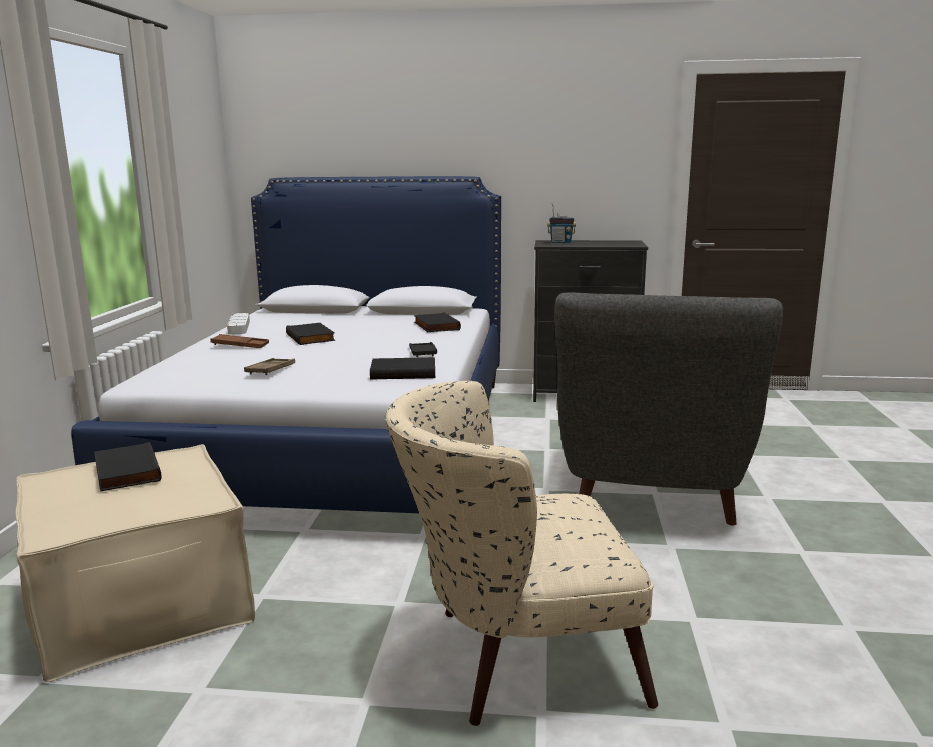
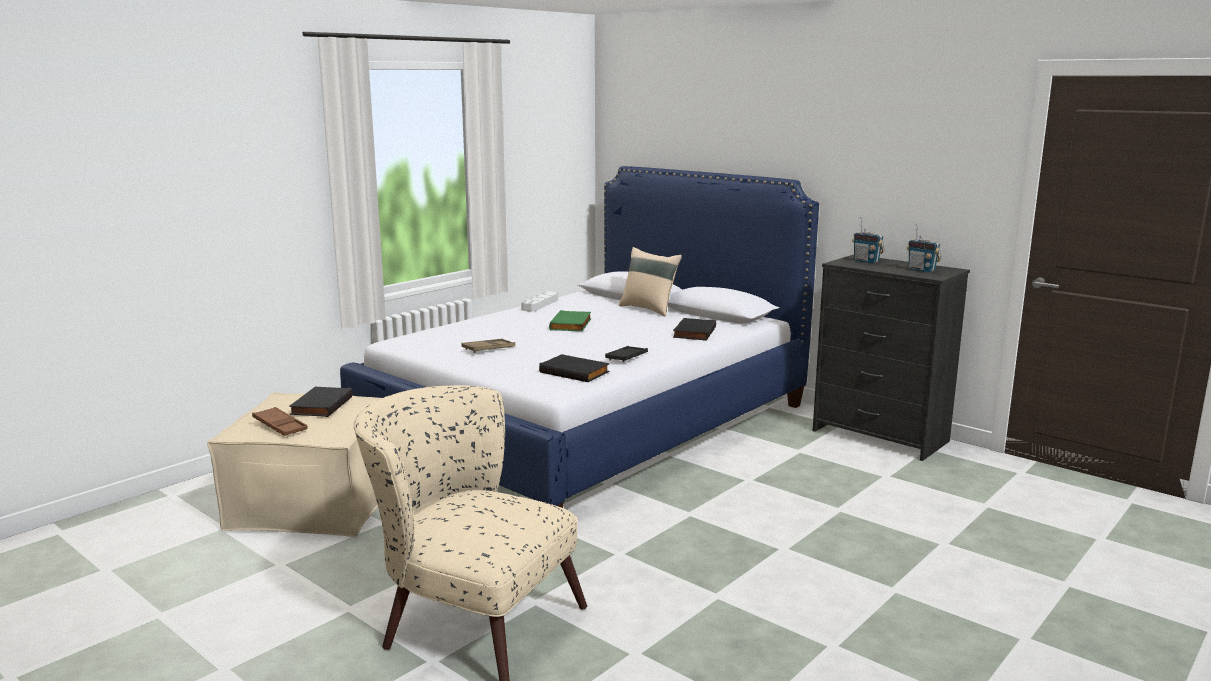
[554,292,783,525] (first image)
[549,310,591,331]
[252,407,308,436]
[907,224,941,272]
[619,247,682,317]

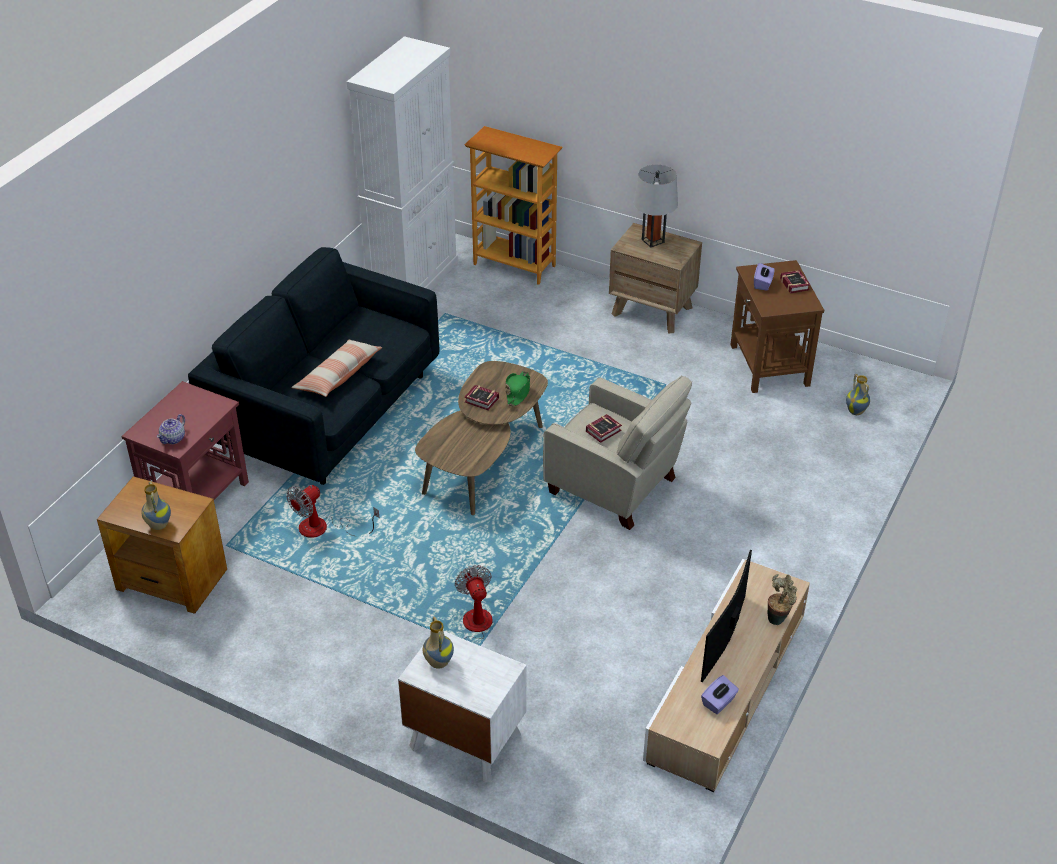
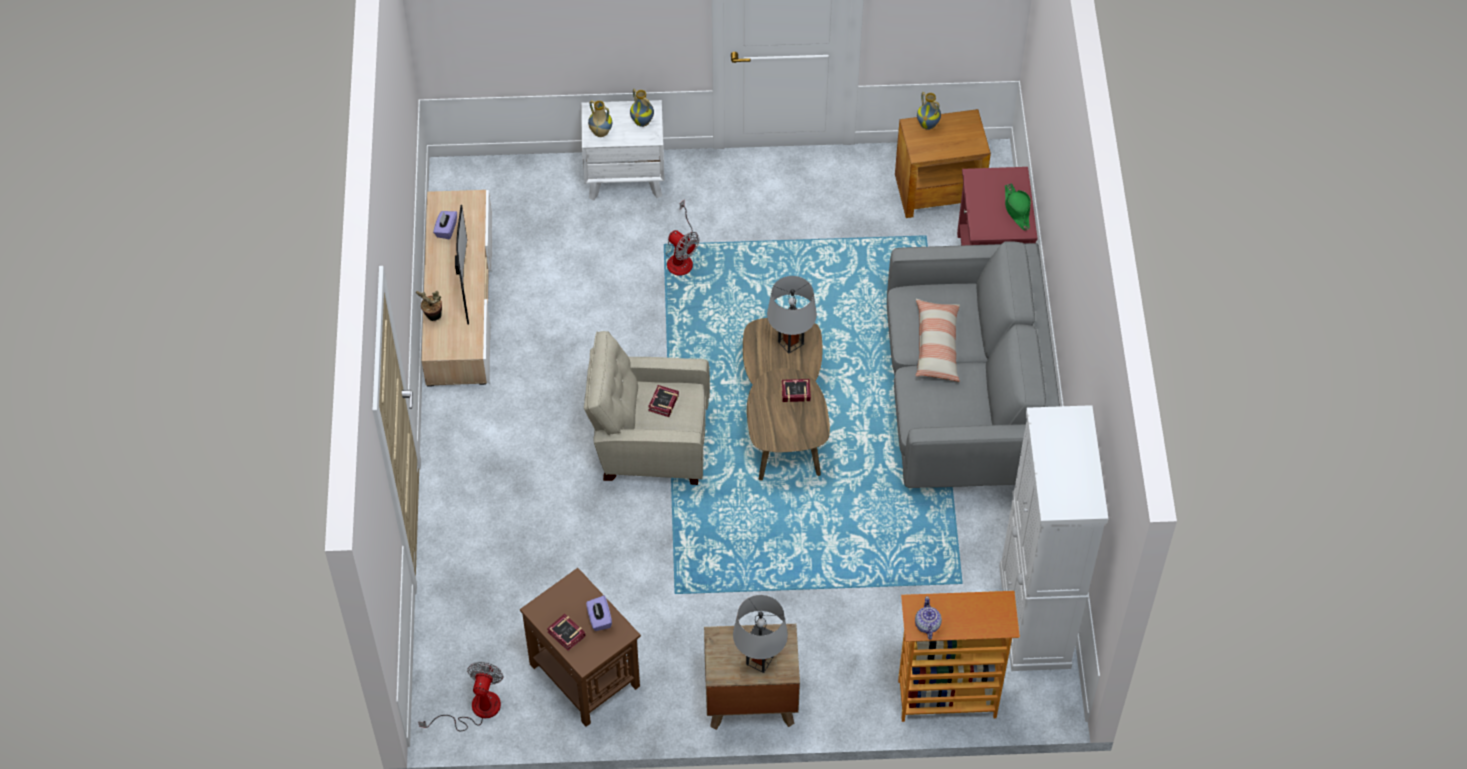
[887,241,1060,488]
[1005,183,1031,231]
[588,101,612,137]
[915,596,942,640]
[418,662,504,731]
[767,276,817,353]

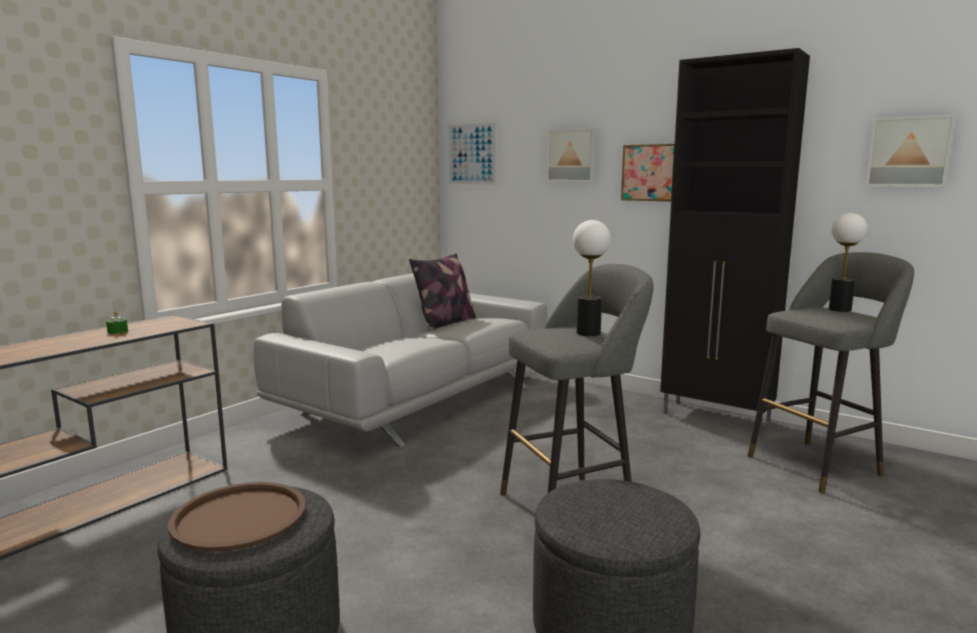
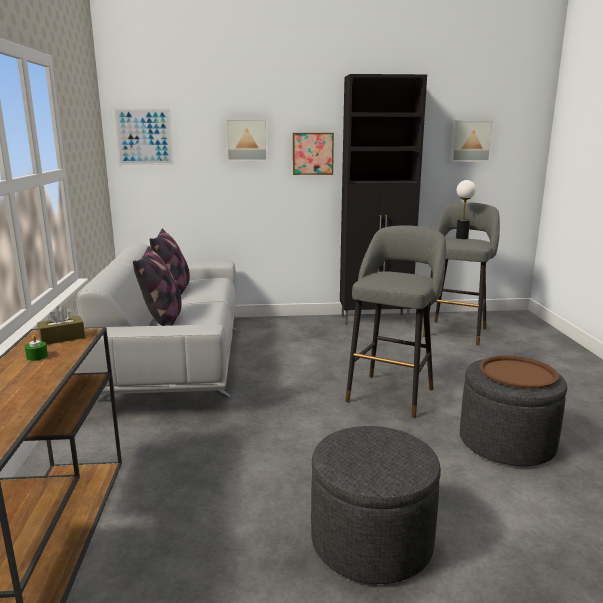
[573,220,610,336] (first image)
[479,355,559,389]
[133,246,182,326]
[37,306,85,345]

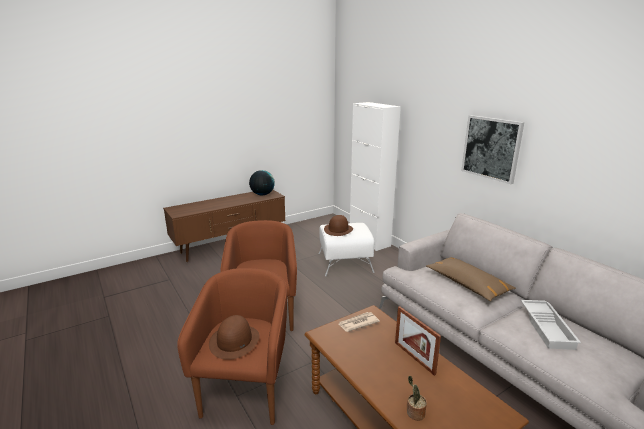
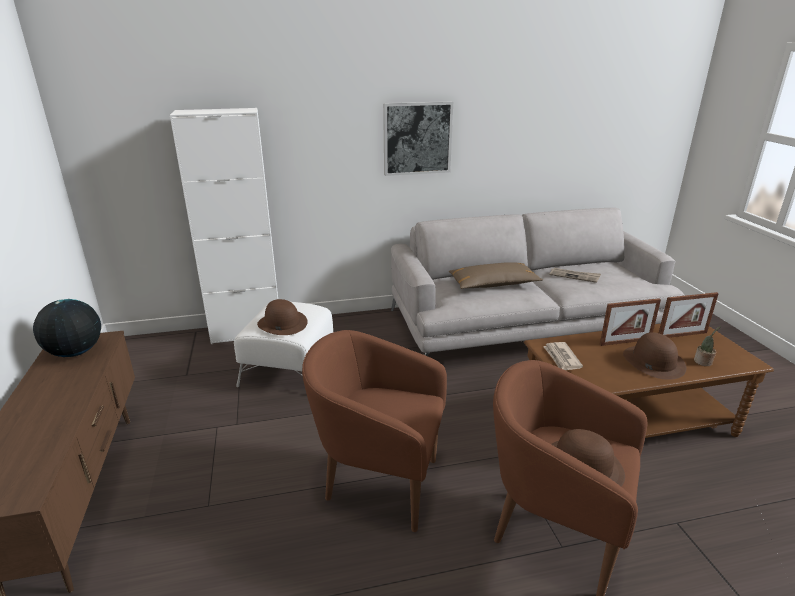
[549,268,601,283]
[659,292,719,338]
[623,332,686,380]

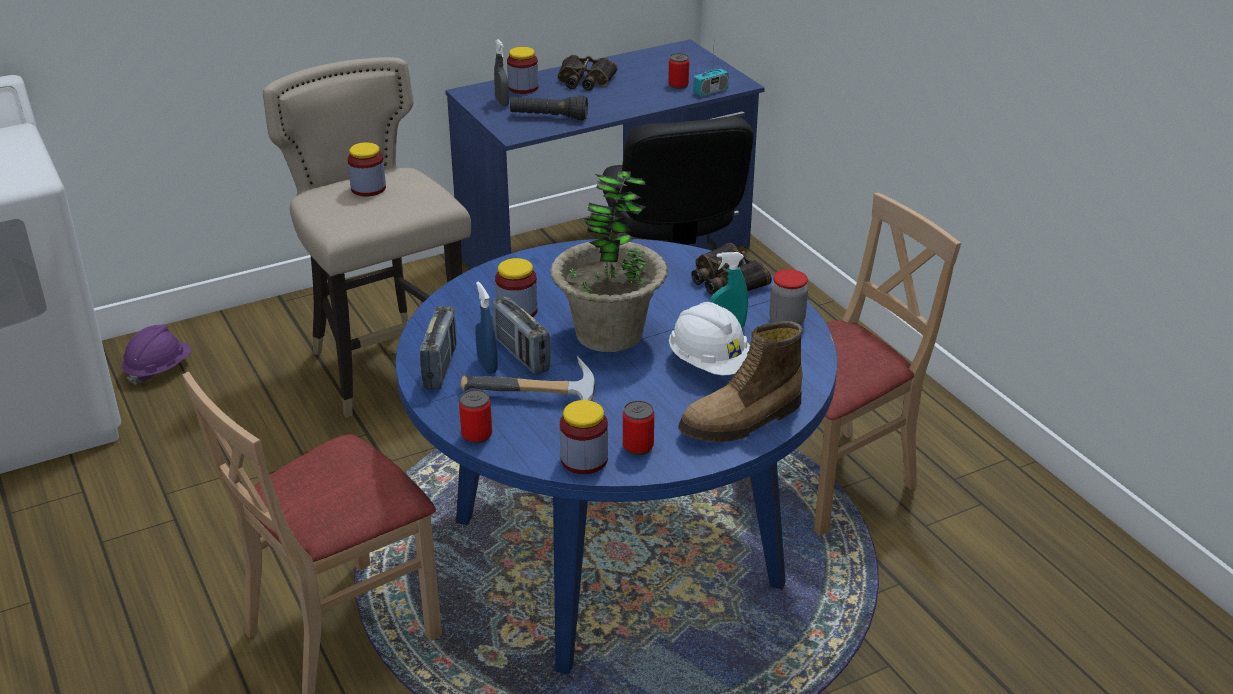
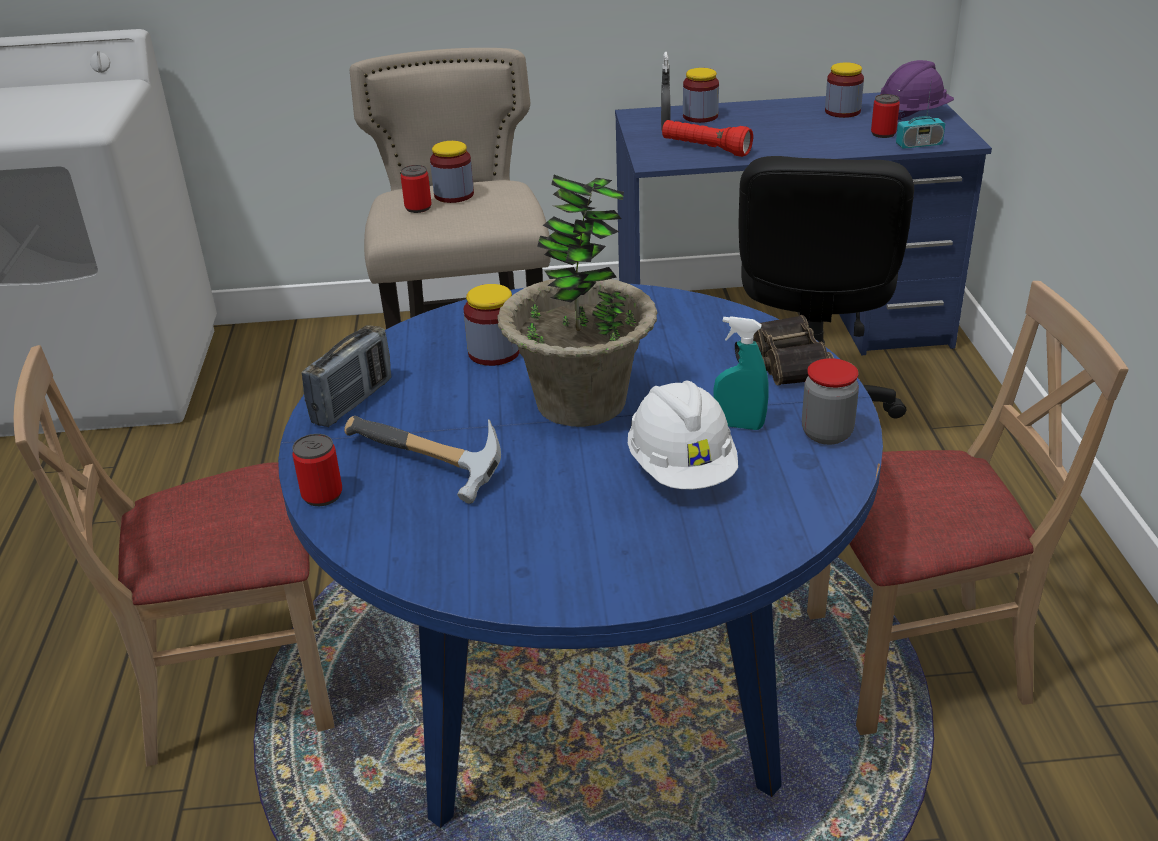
[557,55,617,91] (first image)
[662,120,753,157]
[475,281,498,374] (first image)
[493,296,551,375] (first image)
[678,321,803,442] (first image)
[880,60,954,120]
[825,63,864,118]
[401,165,432,213]

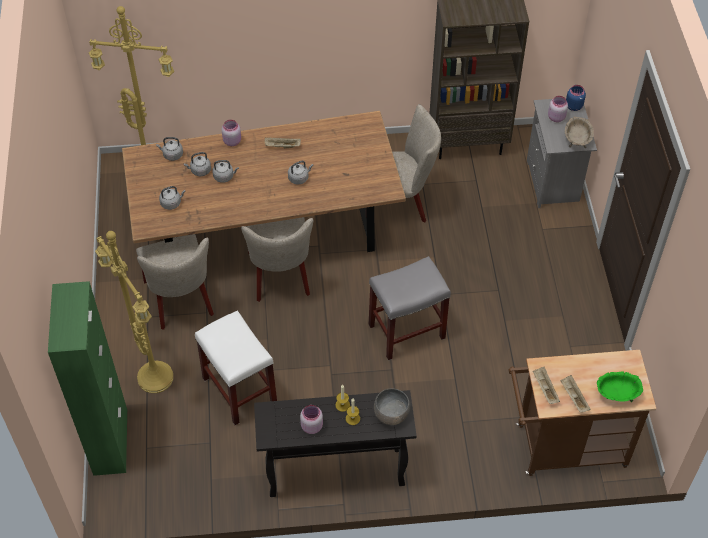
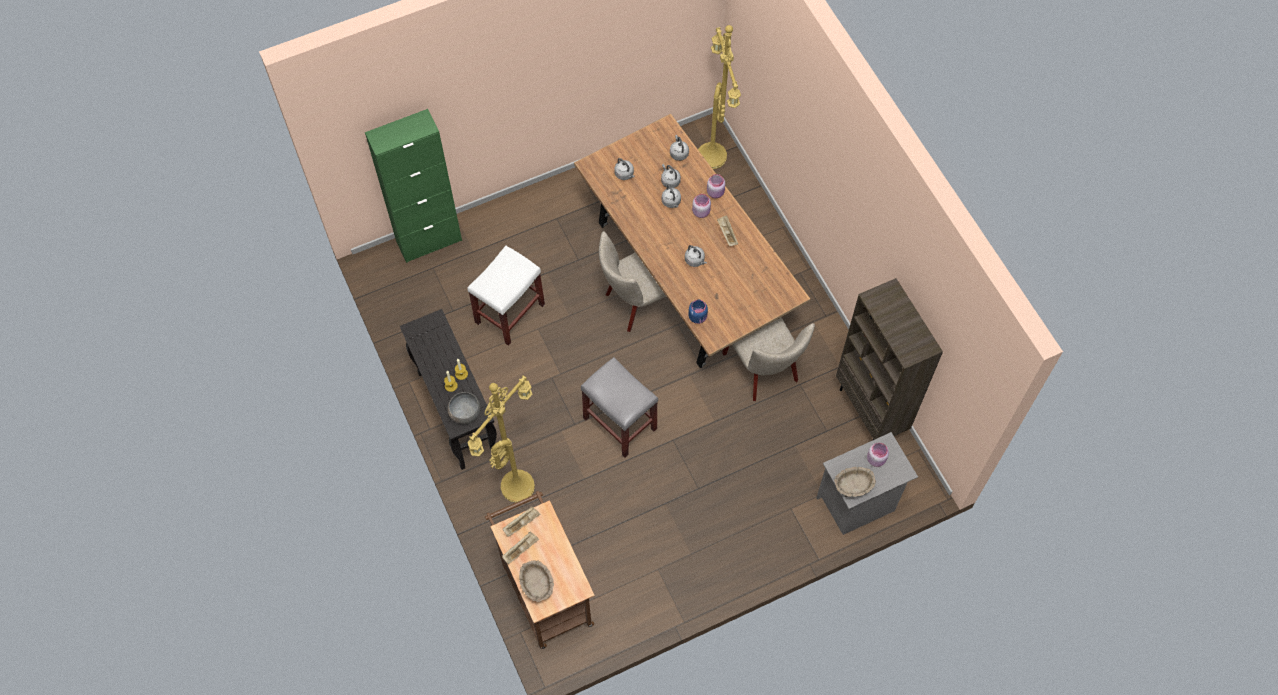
[689,300,708,324]
[467,375,535,503]
[136,234,214,330] (first image)
[519,561,554,602]
[692,194,711,218]

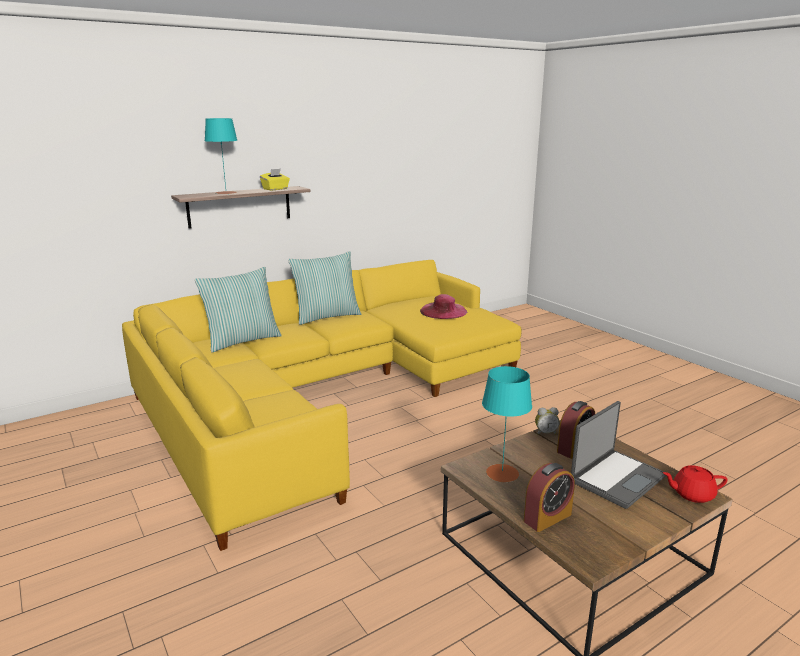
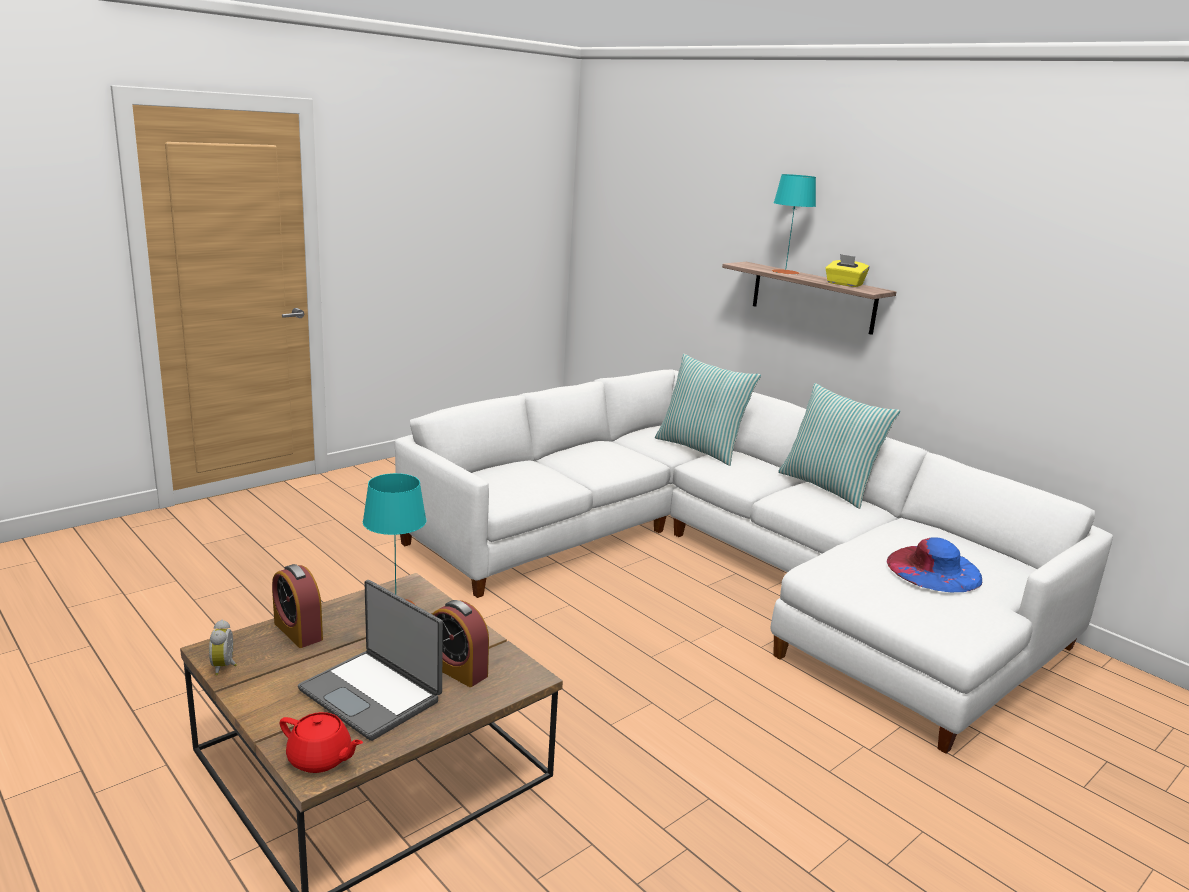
[394,370,1113,754]
[887,537,982,593]
[209,620,237,675]
[280,712,363,773]

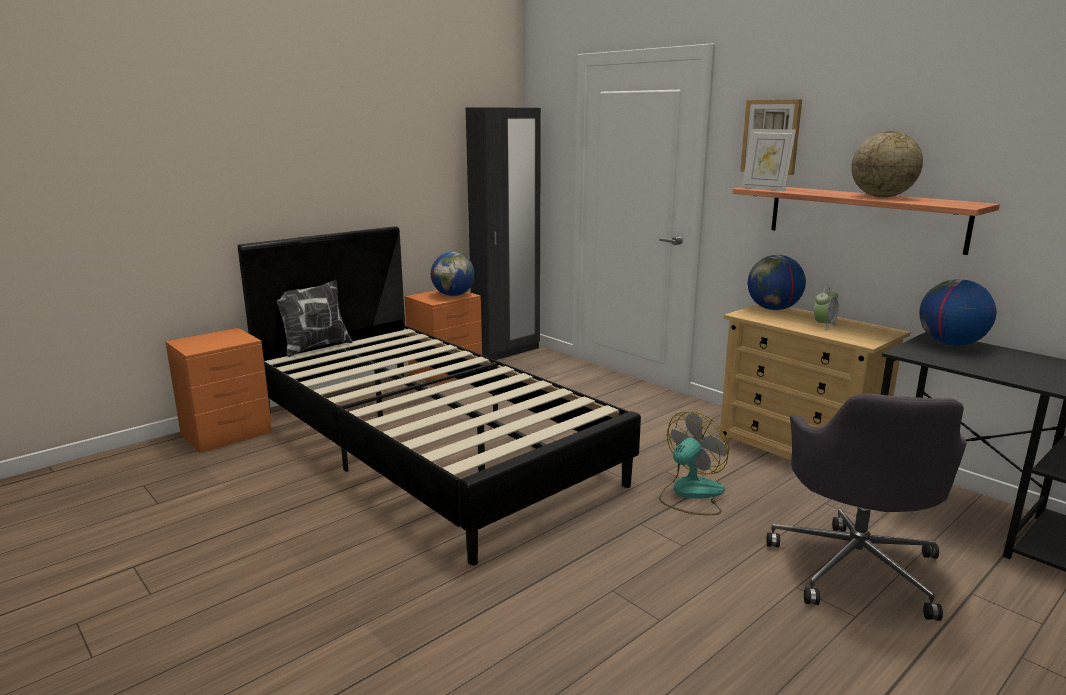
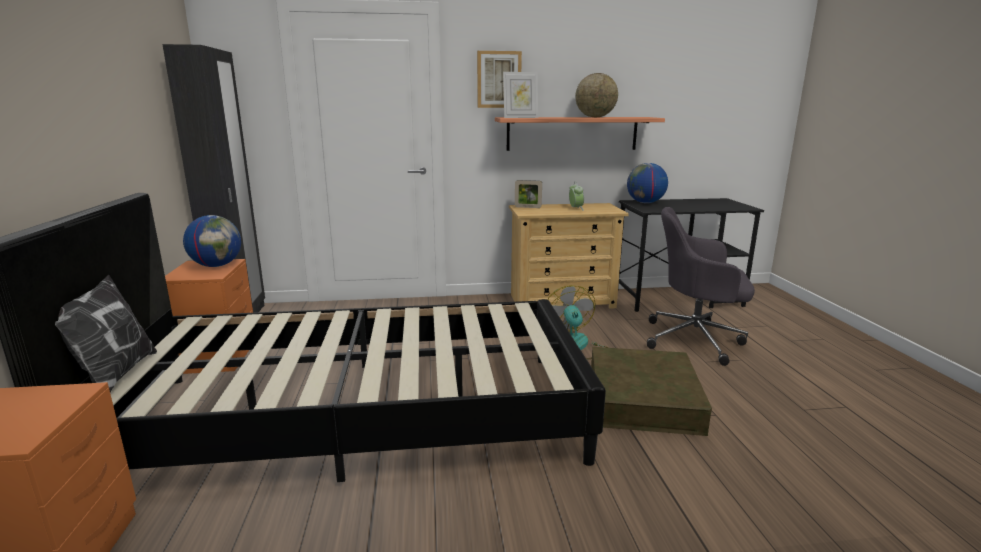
[515,180,542,208]
[647,207,755,366]
[591,347,712,436]

